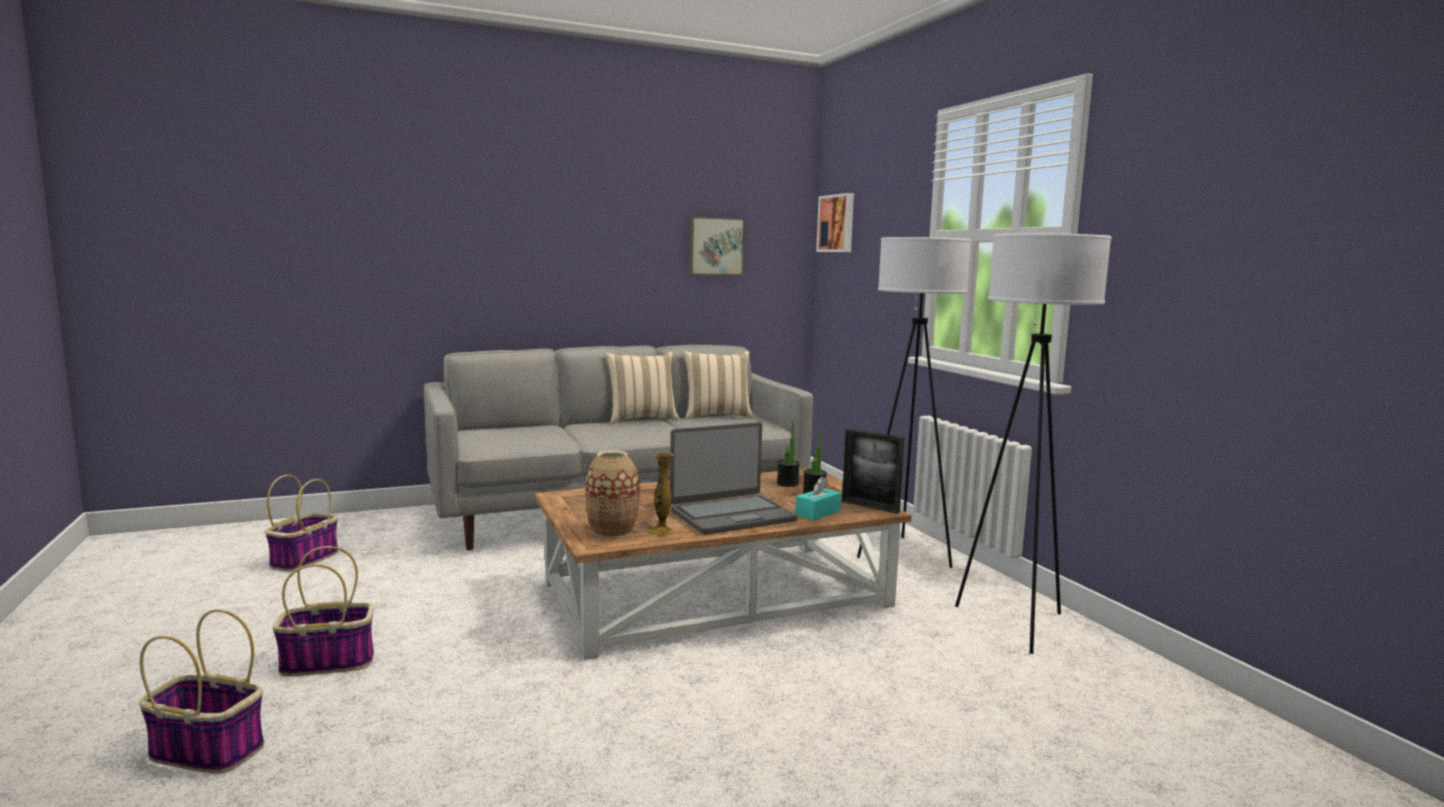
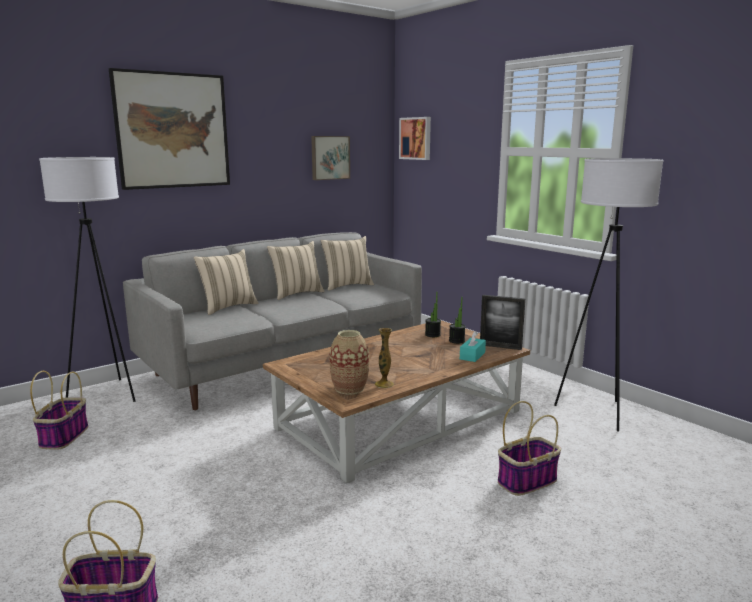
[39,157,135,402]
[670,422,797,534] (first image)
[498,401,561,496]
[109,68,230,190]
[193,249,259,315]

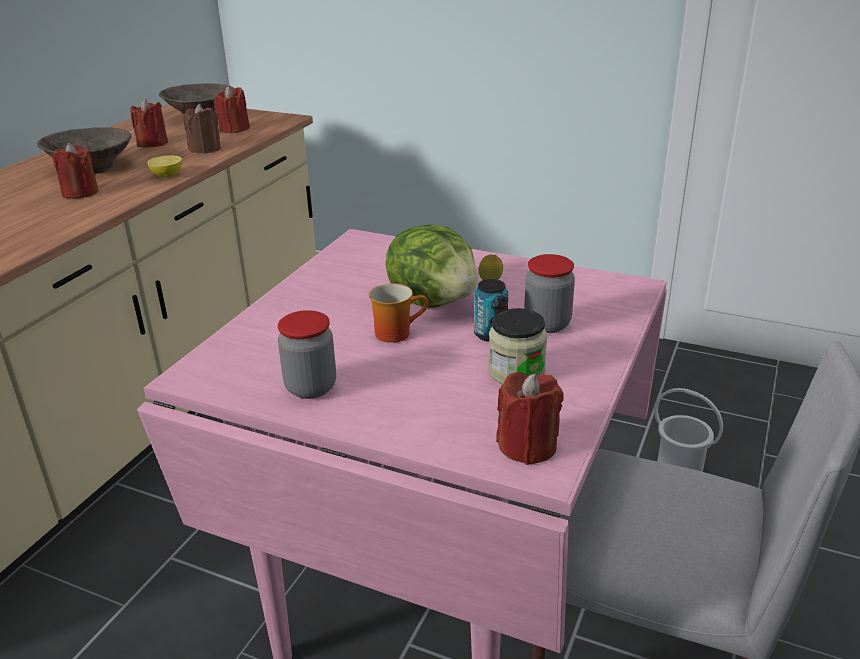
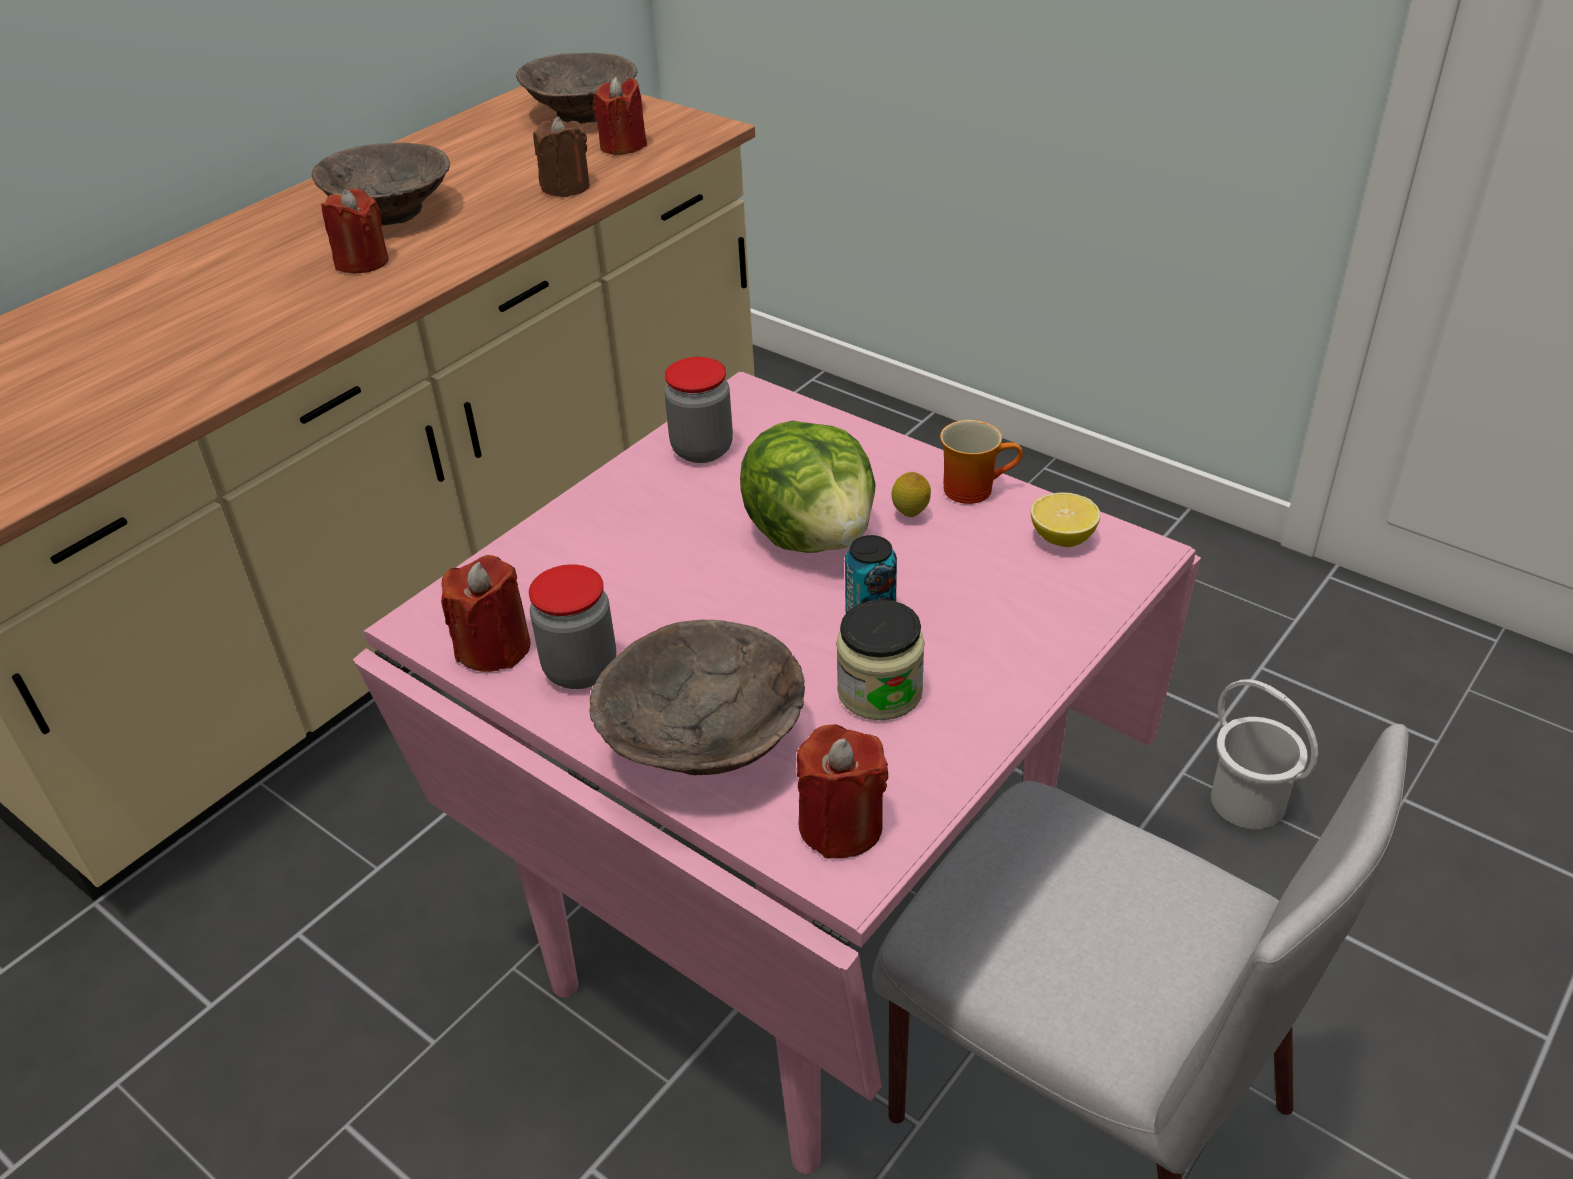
[441,555,530,672]
[1031,493,1100,547]
[664,357,733,463]
[940,420,1023,504]
[589,620,805,775]

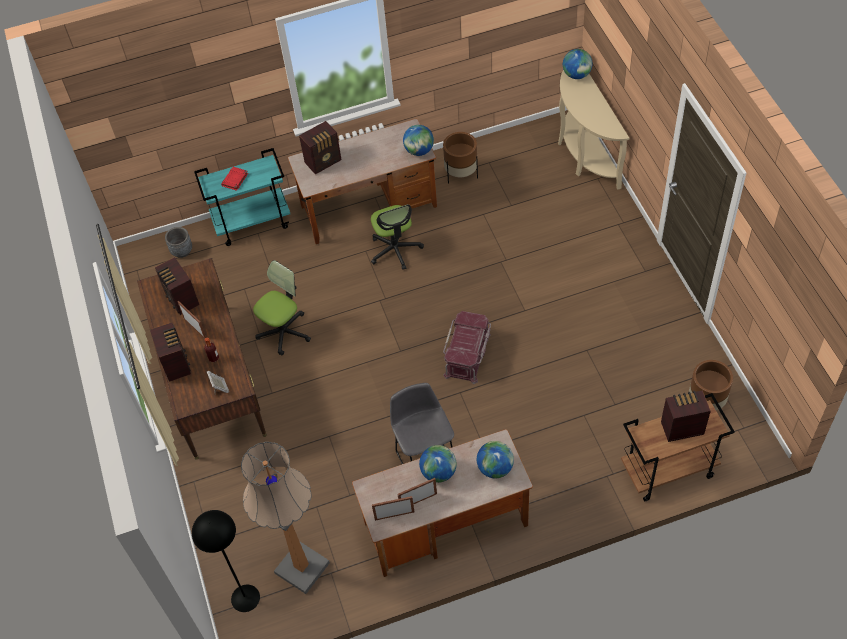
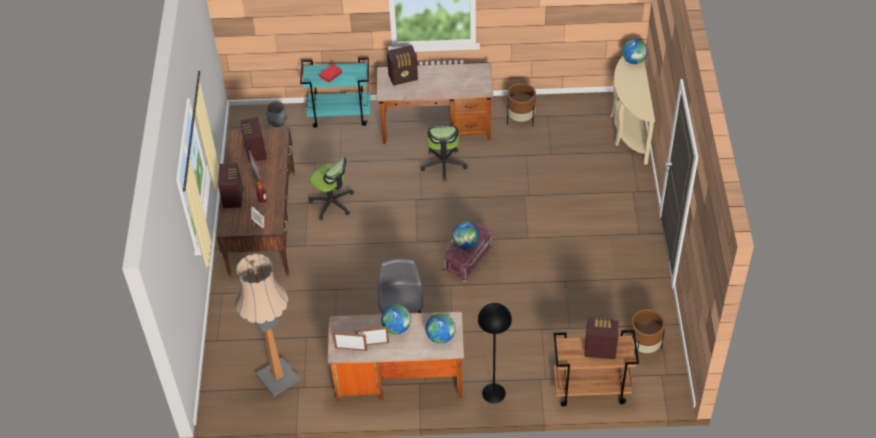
[453,222,480,249]
[309,156,354,220]
[478,303,512,403]

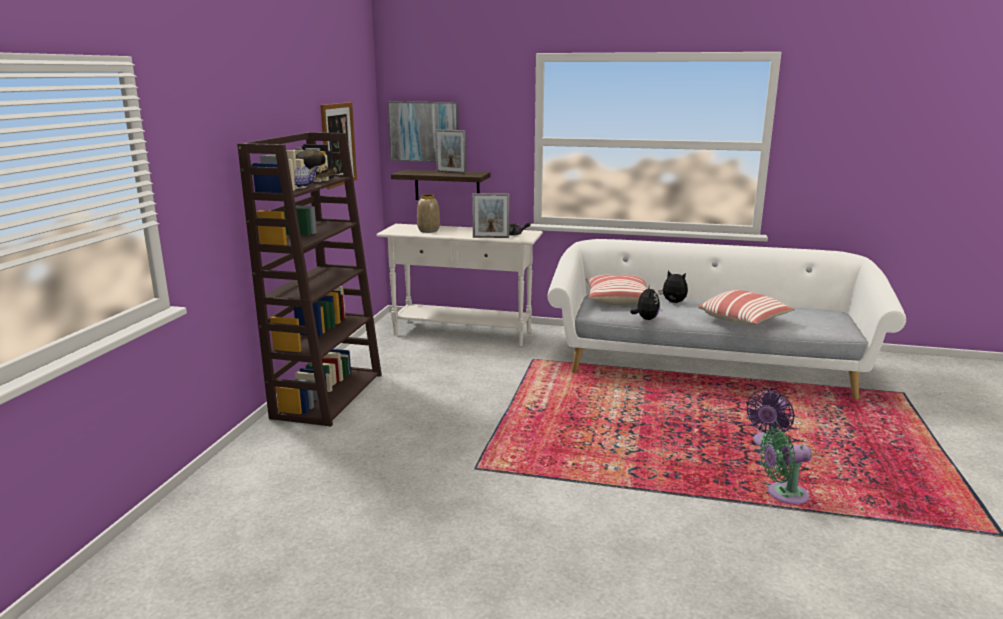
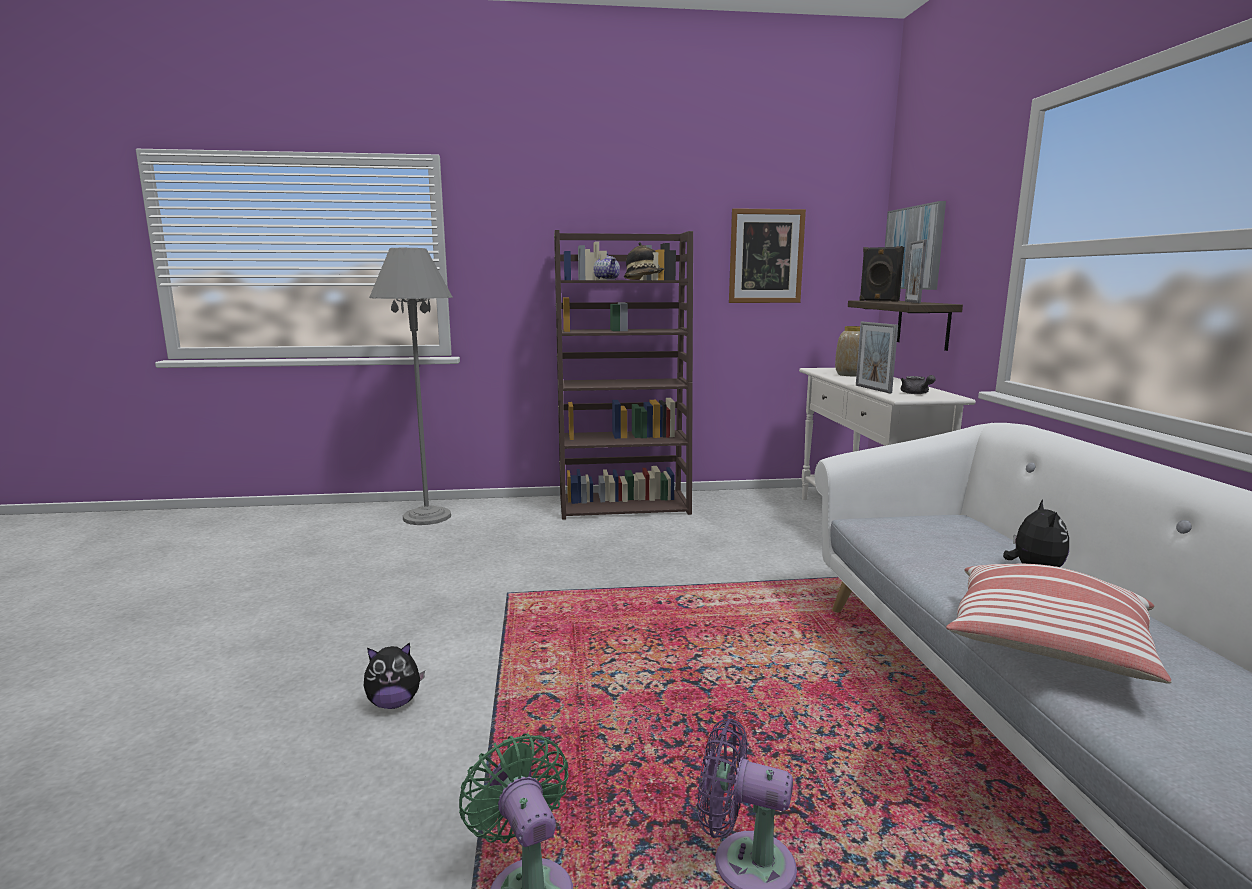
[586,275,647,305] (first image)
[364,642,425,709]
[859,246,904,301]
[369,248,453,525]

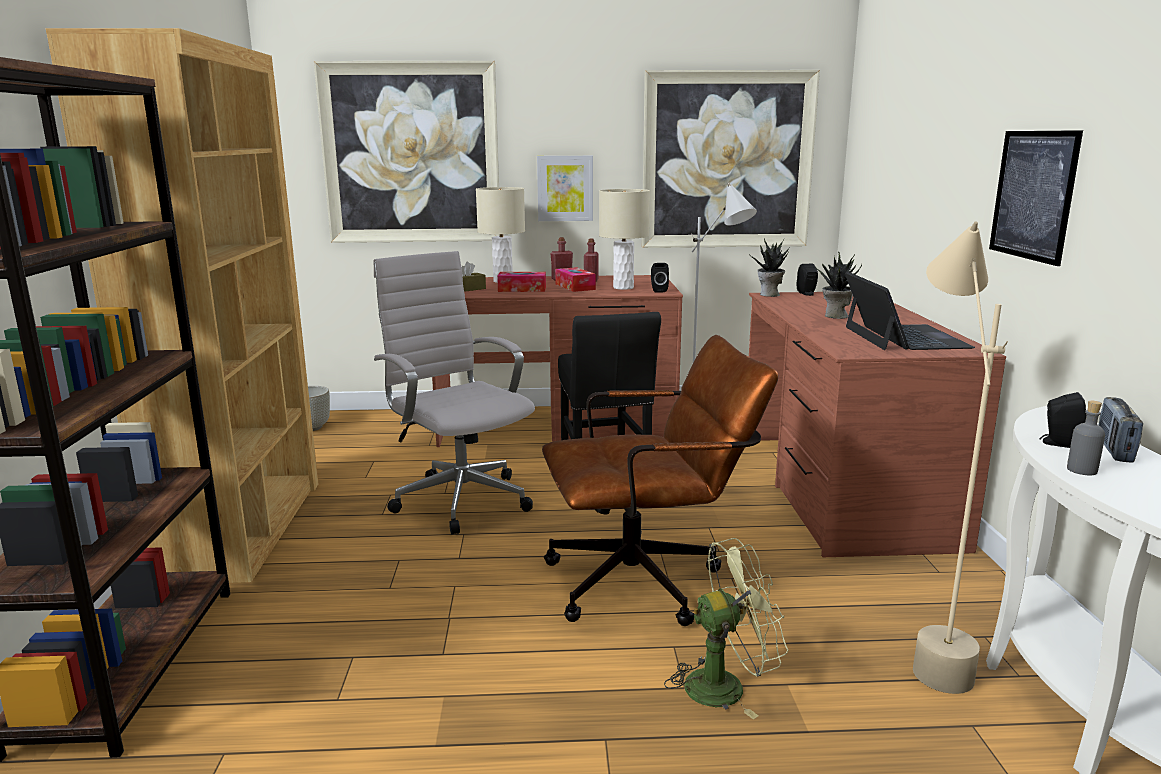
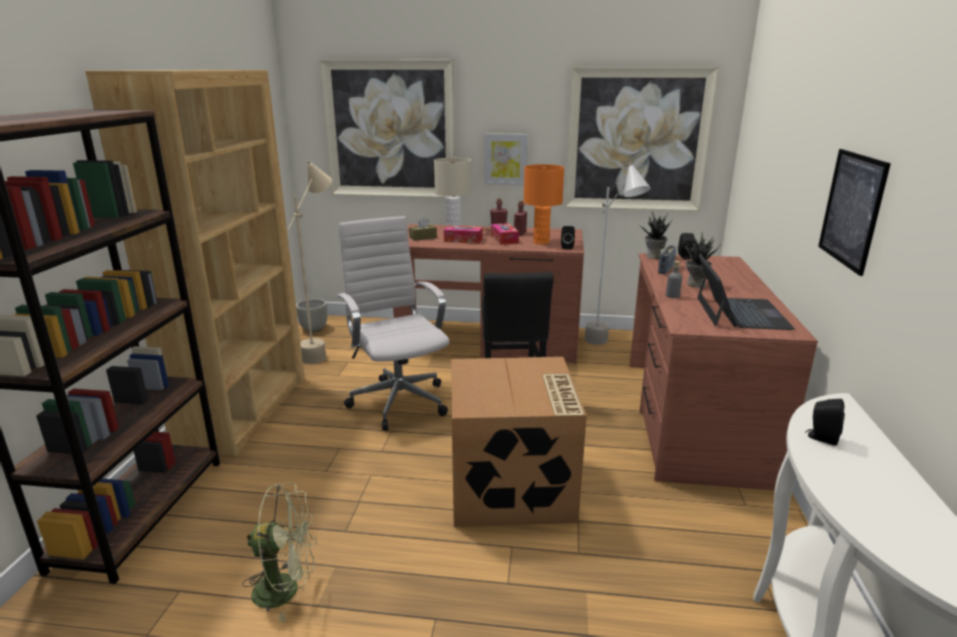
[523,164,564,245]
[288,161,332,364]
[451,357,587,527]
[658,245,676,274]
[666,261,682,298]
[242,482,317,623]

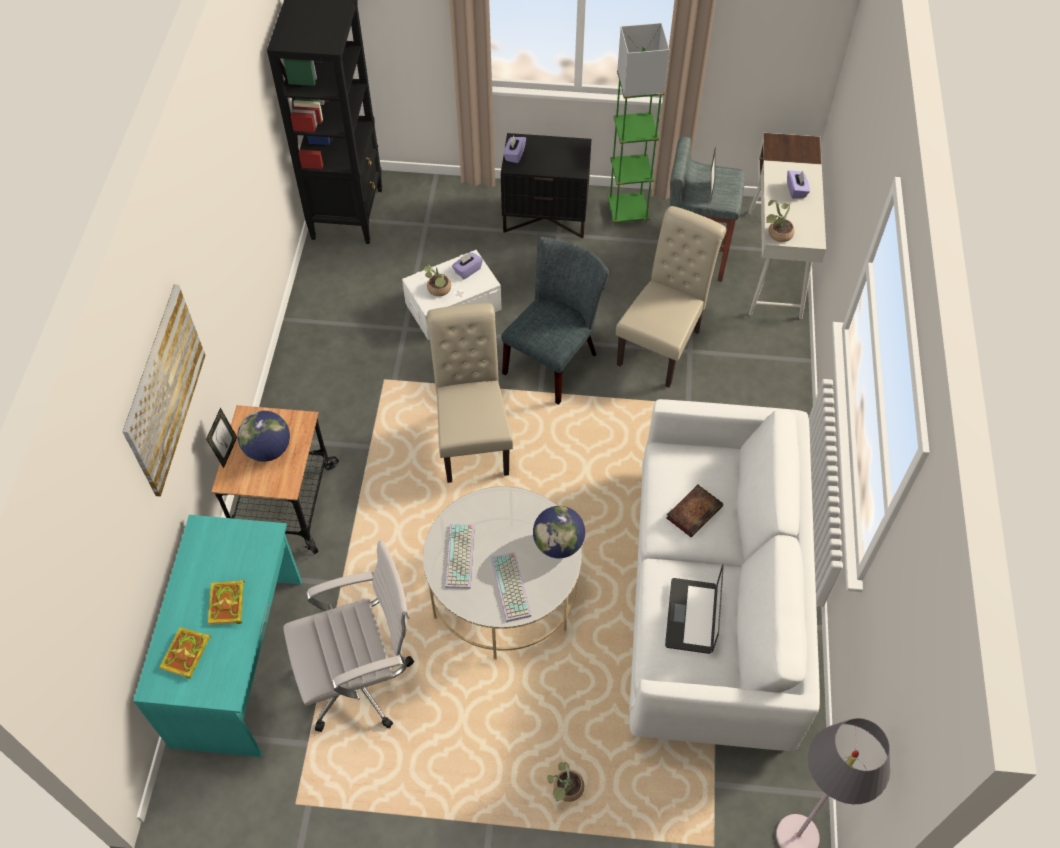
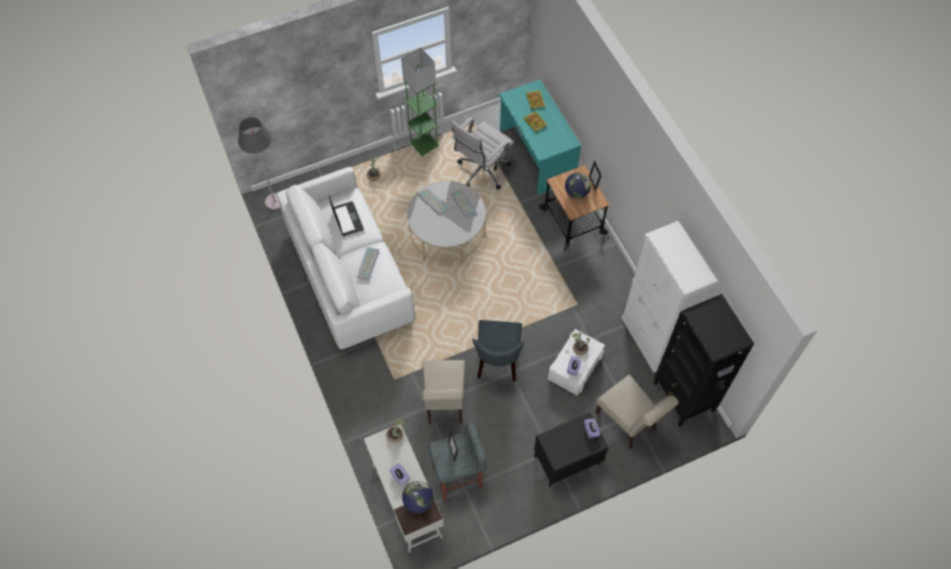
[401,47,439,156]
[123,285,205,497] (first image)
[596,375,679,449]
[357,247,379,281]
[402,481,434,513]
[622,221,717,373]

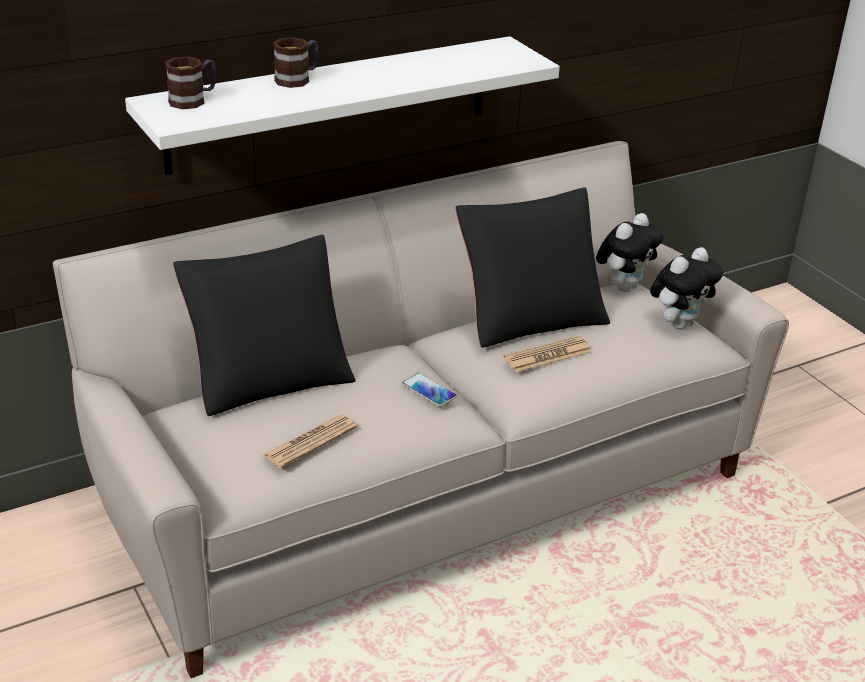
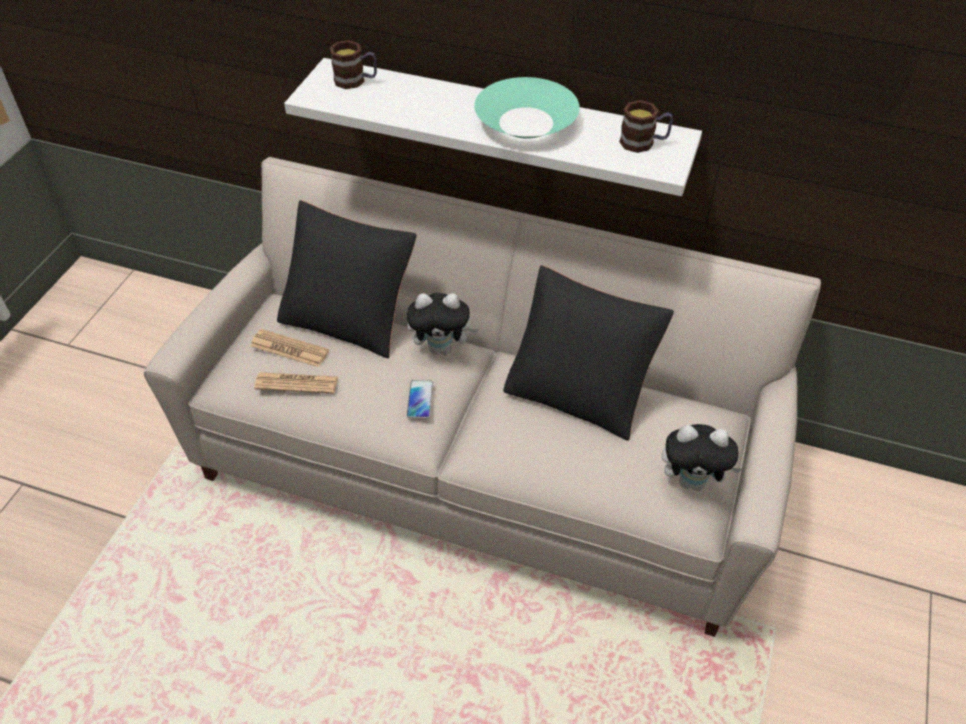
[619,100,673,153]
[407,293,479,355]
[250,329,329,367]
[474,77,580,139]

